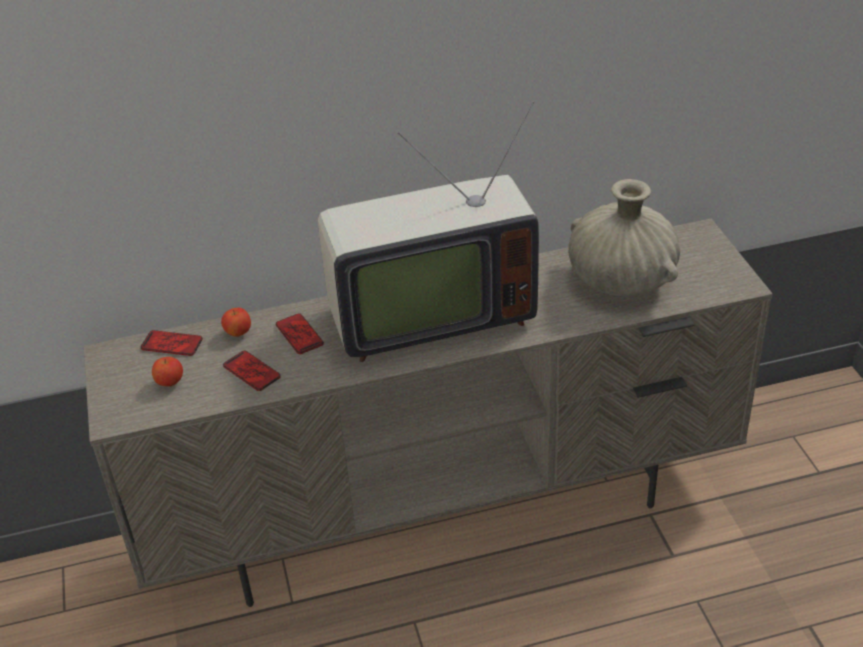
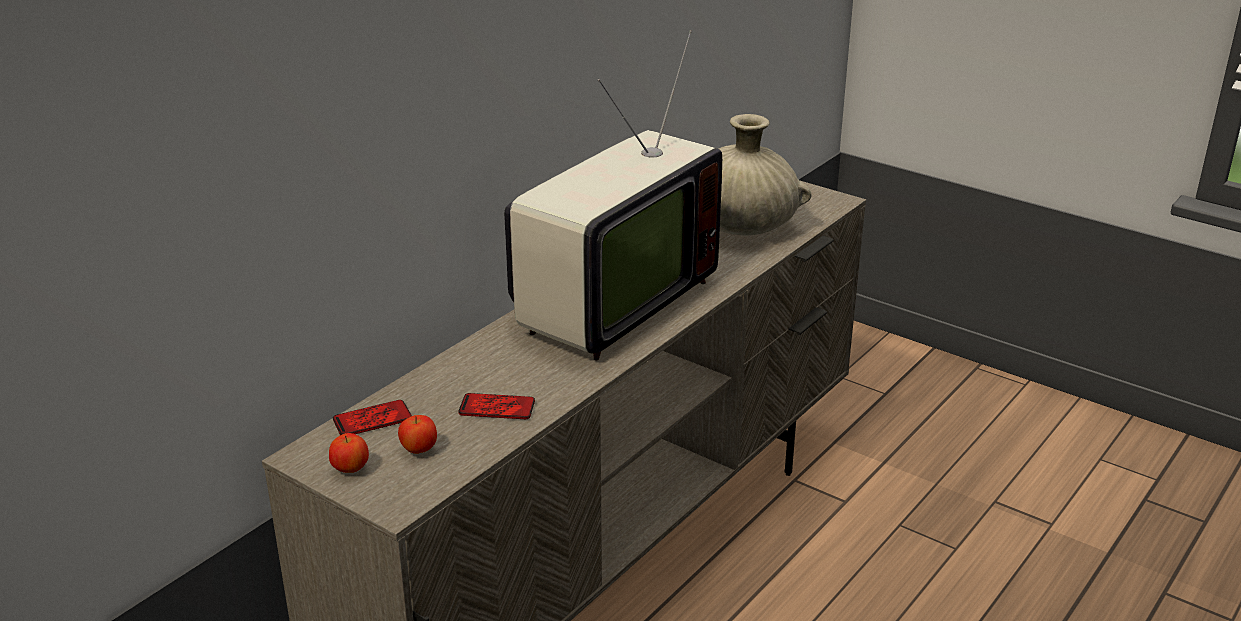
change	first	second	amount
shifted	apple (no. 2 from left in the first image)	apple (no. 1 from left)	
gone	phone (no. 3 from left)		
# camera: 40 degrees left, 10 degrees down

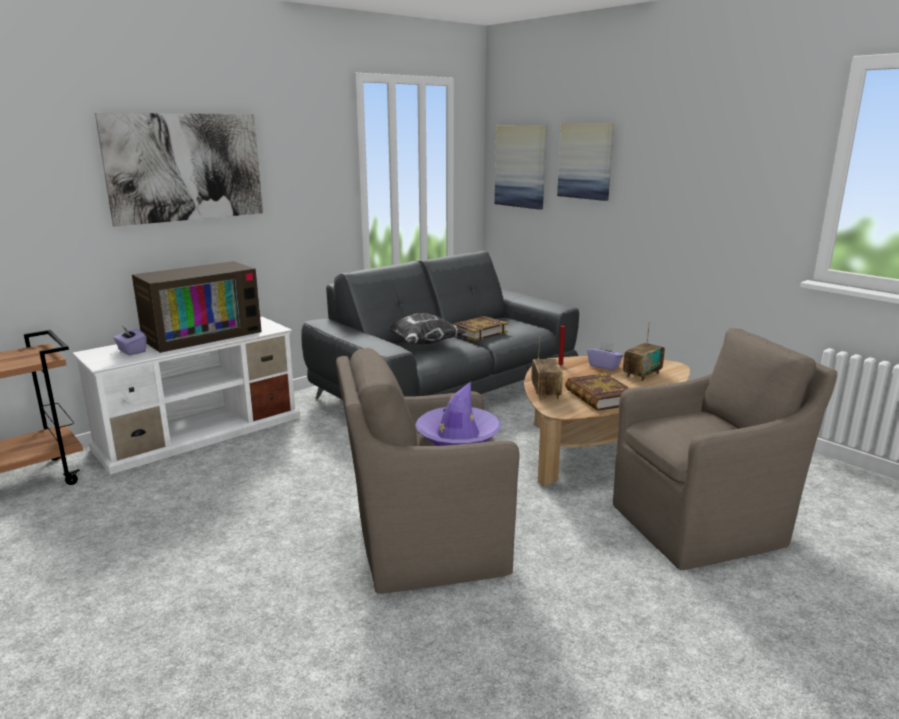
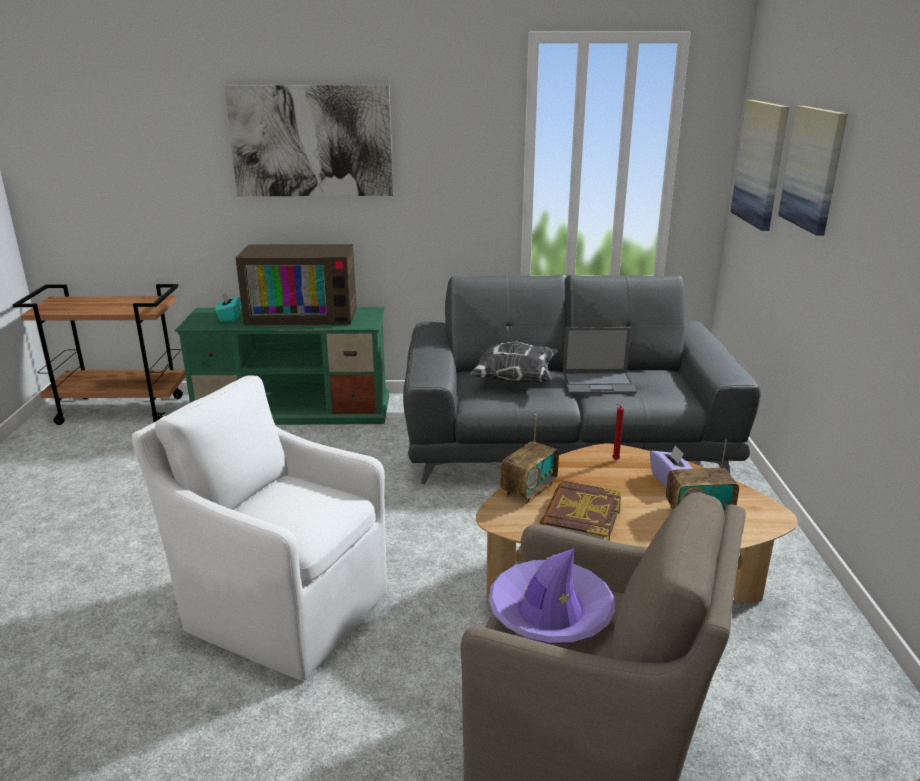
change	first	second	amount
repainted	white tv stand	green tv stand	
repainted	purple tissue box (no. 1 from left)	turquoise tissue box	
repainted	brown armchair (no. 1 from left)	white armchair	
shifted	purple hat		
swapped	book (no. 1 from left)	laptop	
# camera: 40 degrees right, 5 degrees up

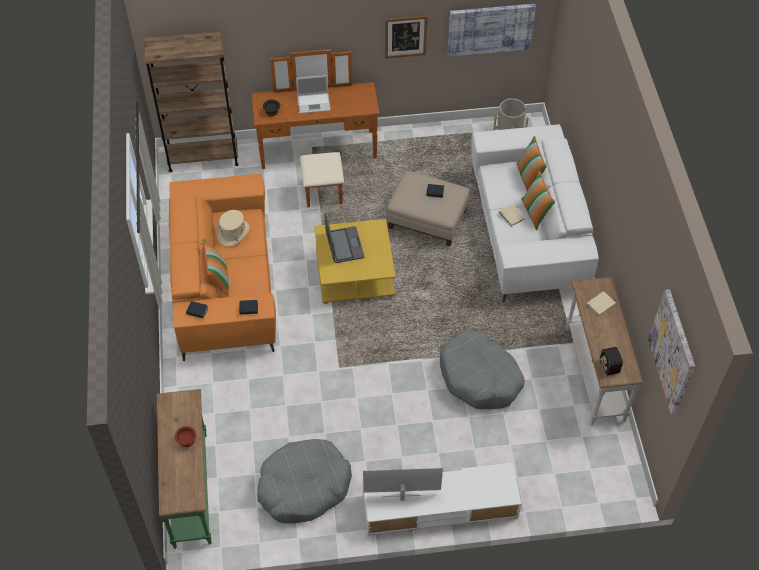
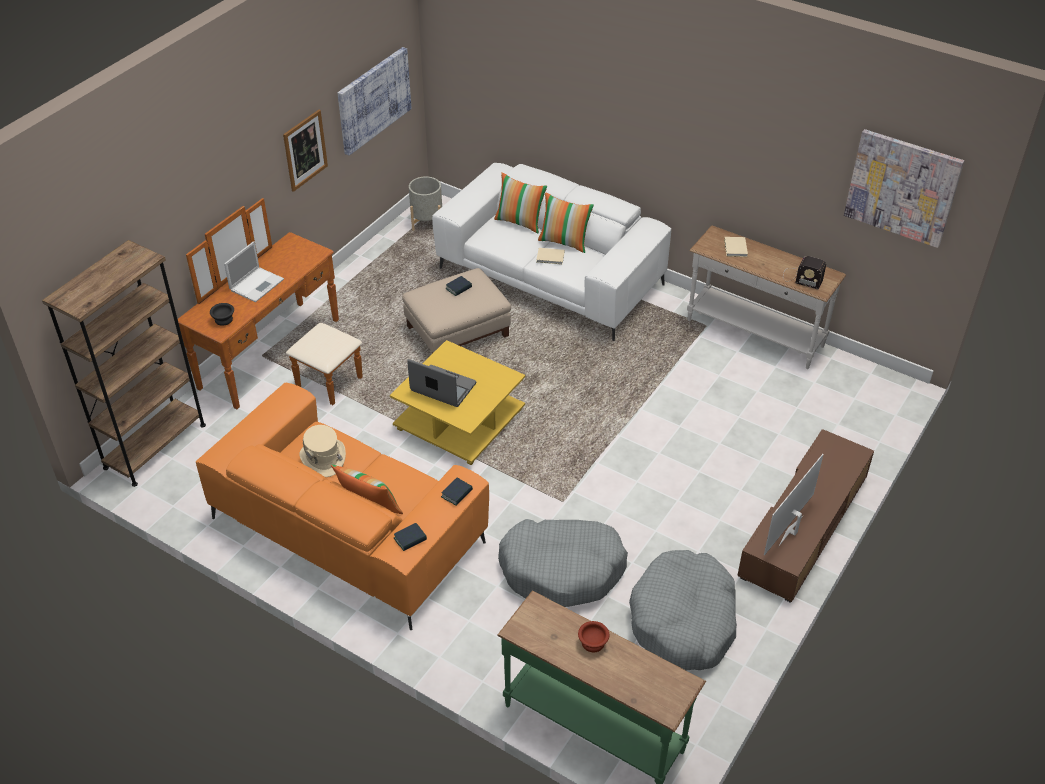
change	first	second	amount
repainted	white tv stand	brown tv stand	
shifted	grey dog bed (no. 2 from left in the first image)	grey dog bed (no. 1 from left)	
# camera: 50 degrees left, 10 degrees down

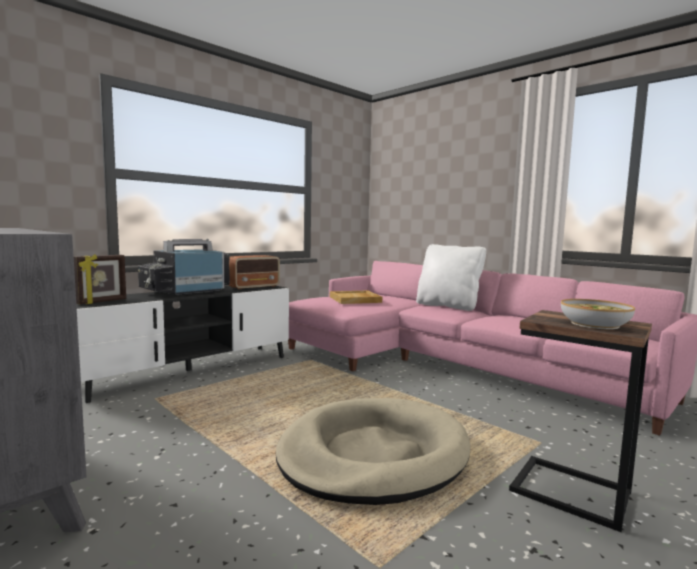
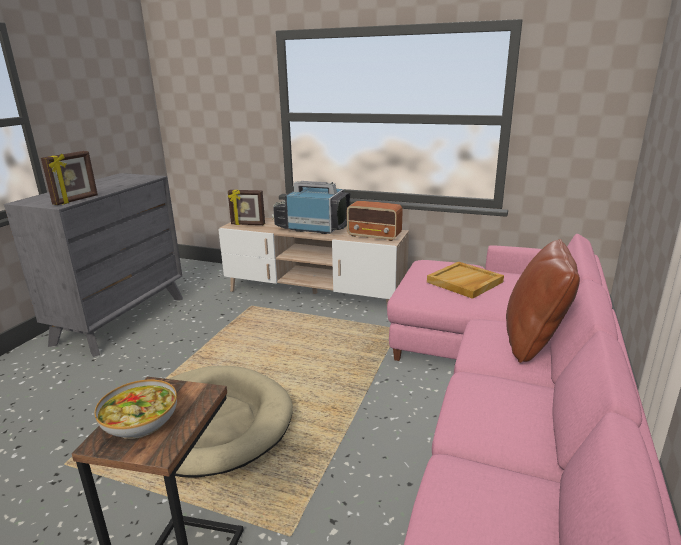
change	first	second	amount
repainted	black tv stand	beige tv stand	
repainted	white pillow	brown pillow	
new		picture frame (no. 1 from left)	
# camera: 65 degrees right, 15 degrees up

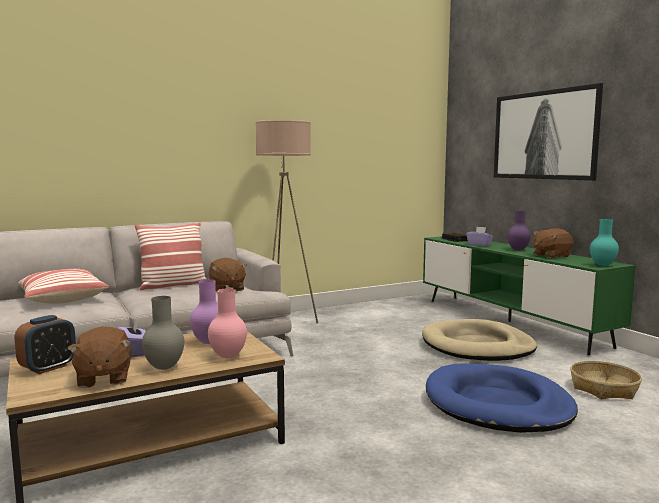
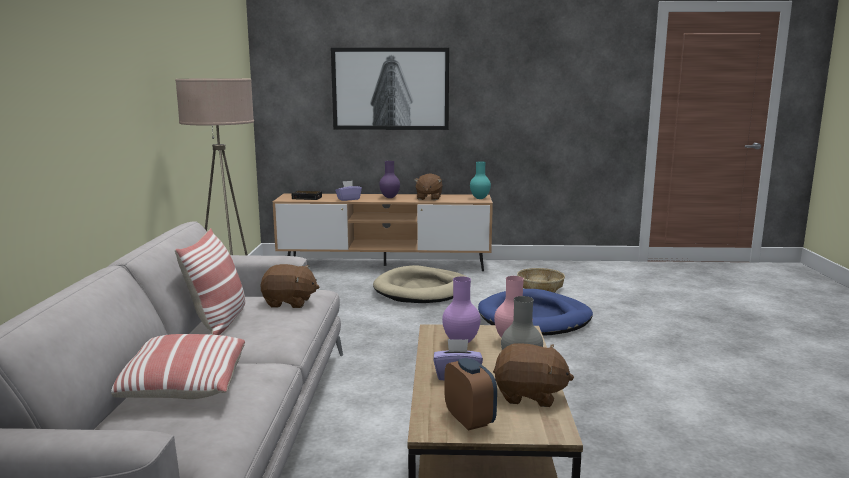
change	first	second	amount
repainted	green tv stand	brown tv stand	
# camera: 60 degrees left, 5 degrees up

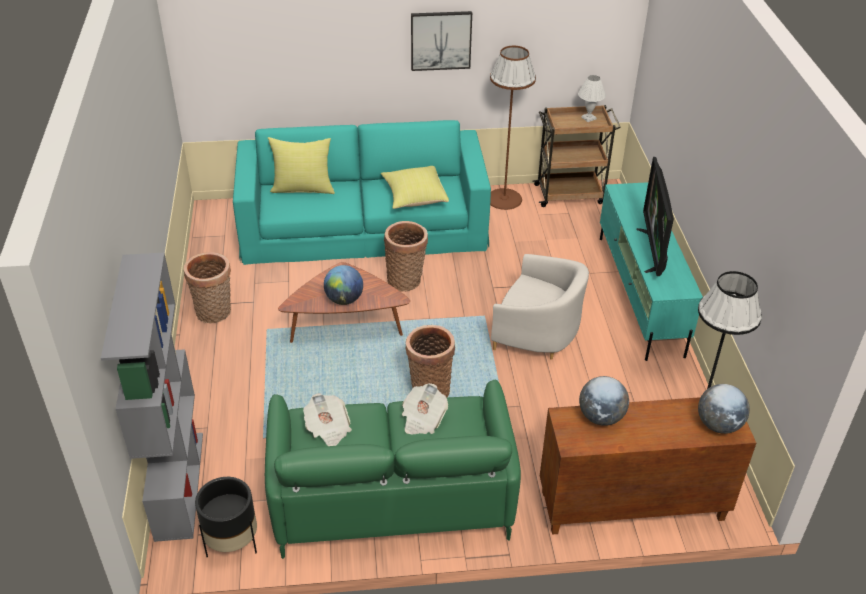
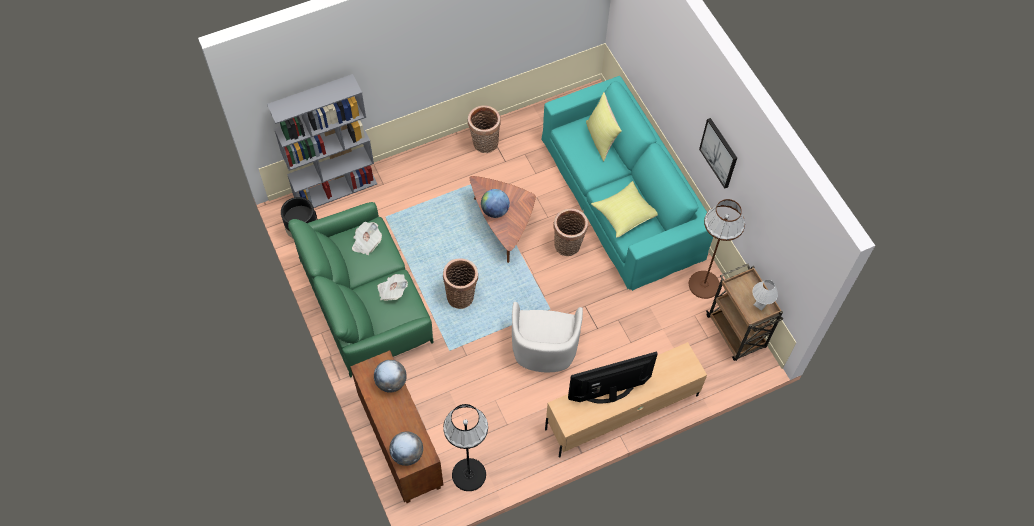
change	first	second	amount
repainted	turquoise tv stand	beige tv stand	
# camera: 70 degrees right, 20 degrees up

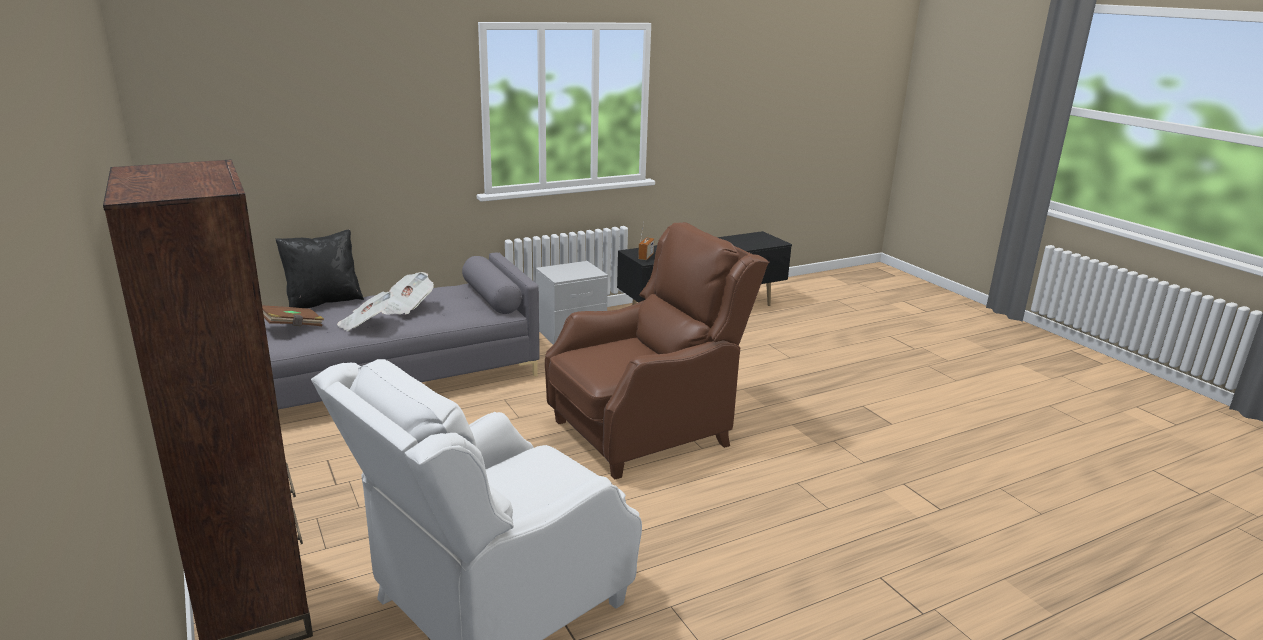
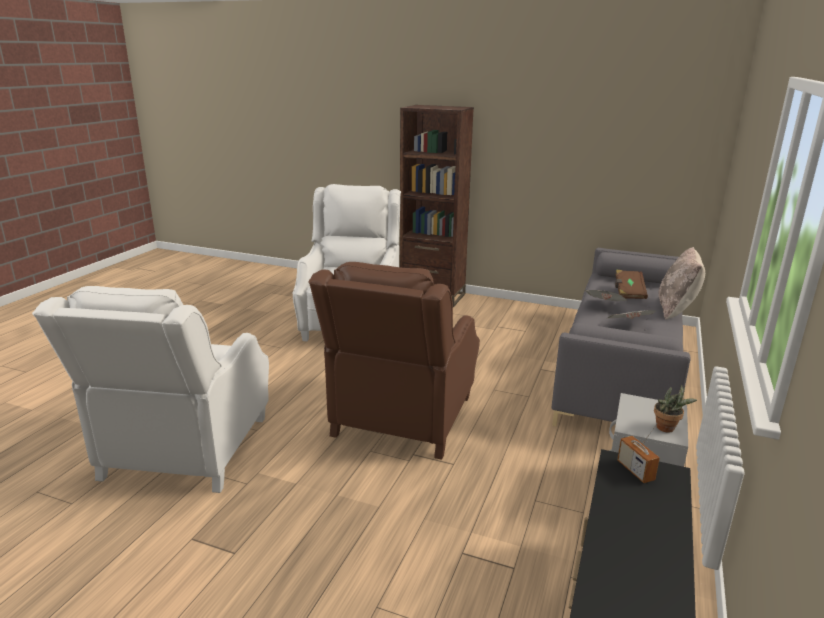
change	first	second	amount
repainted	black pillow	beige pillow	
new		white armchair (no. 1 from left)	
new		potted plant	
# camera: 140 degrees right, 0 degrees up

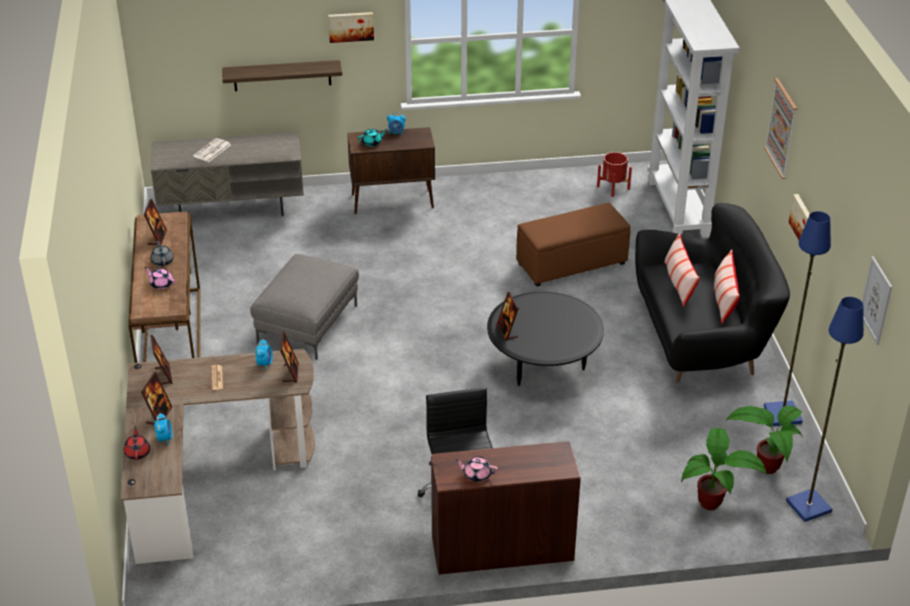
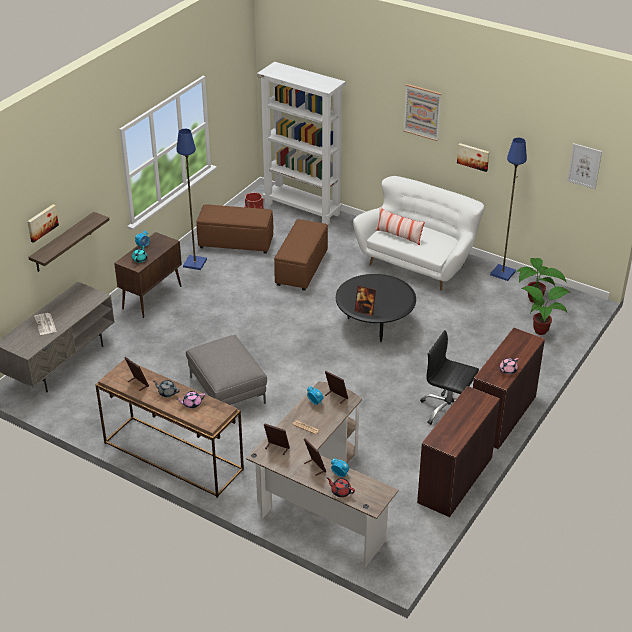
change	first	second	amount
shifted	picture (no. 1 from left)		
repainted	black sofa	white sofa	
gone	pillow (no. 2 from left)		
shifted	blue floor lamp (no. 2 from left in the first image)	blue floor lamp (no. 1 from left)	
new		brown ottoman (no. 1 from left)	
new		brown desk (no. 2 from left)	
# camera: 50 degrees left, 0 degrees up

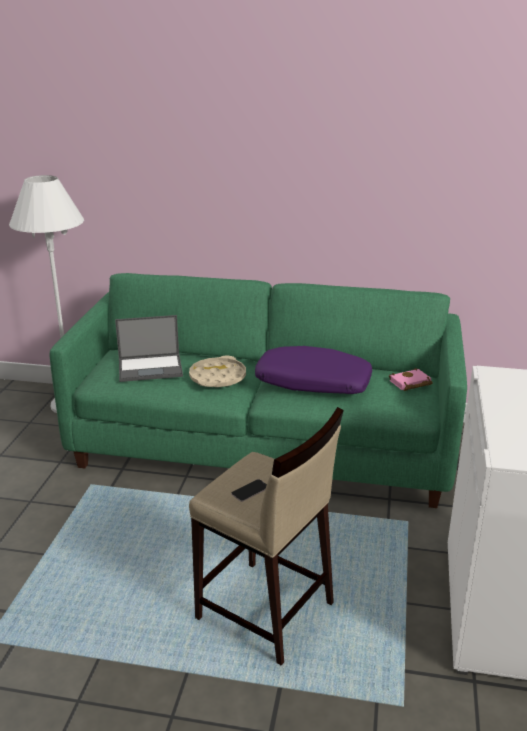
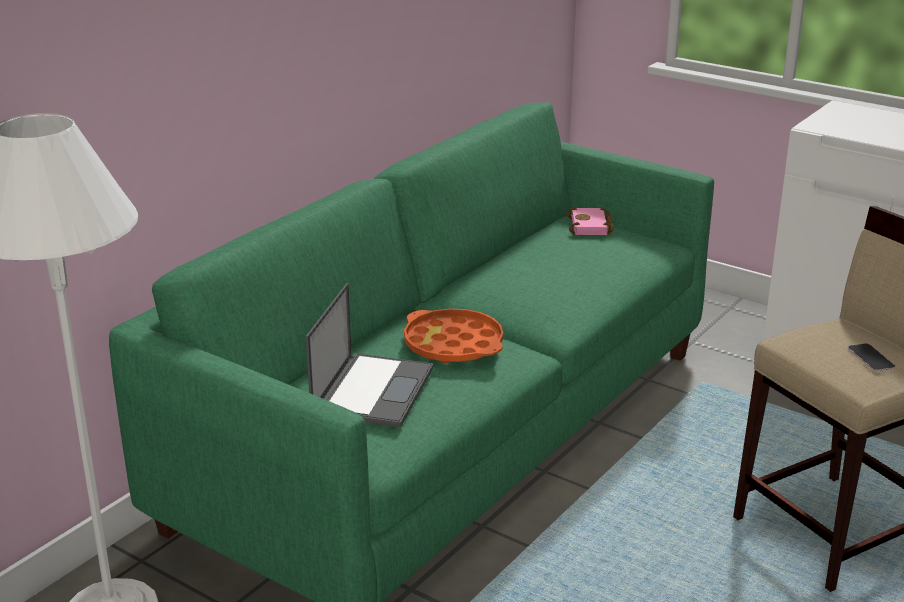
change	first	second	amount
repainted	beige tray	orange tray	
gone	purple pillow		
# camera: 65 degrees left, 0 degrees up

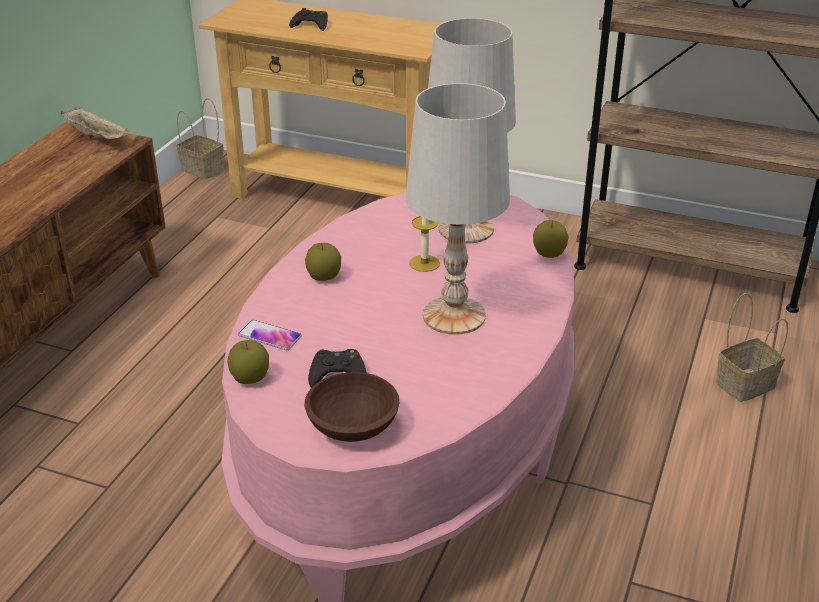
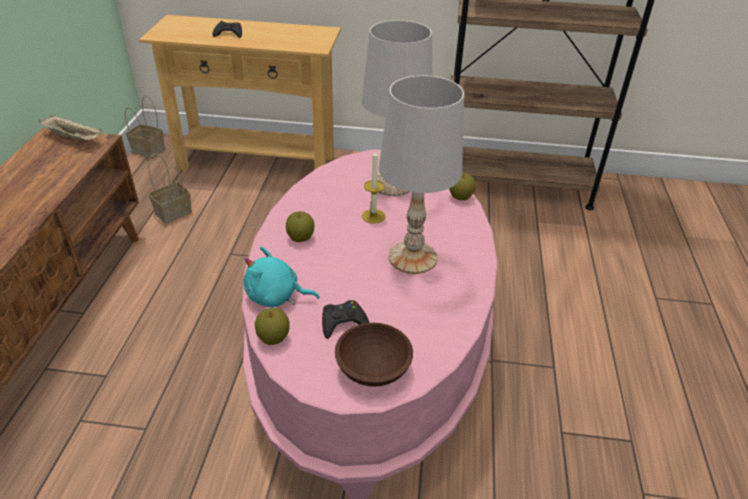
change	first	second	amount
swapped	phone	turquoise plush toy	
shifted	basket (no. 2 from left)		
# camera: 15 degrees left, 5 degrees up

